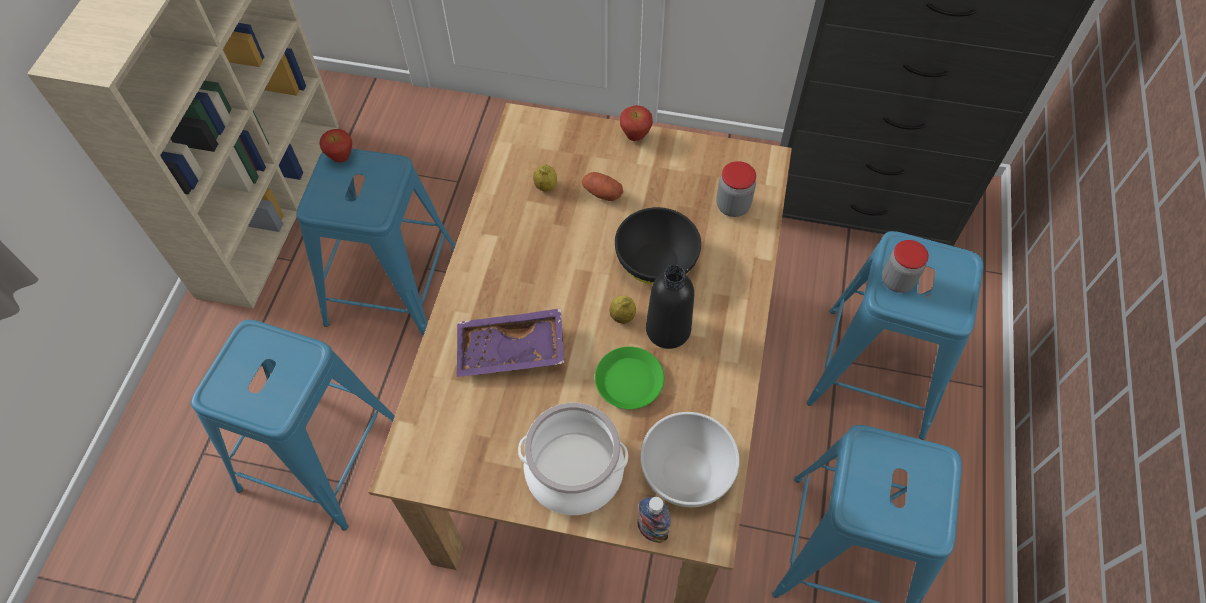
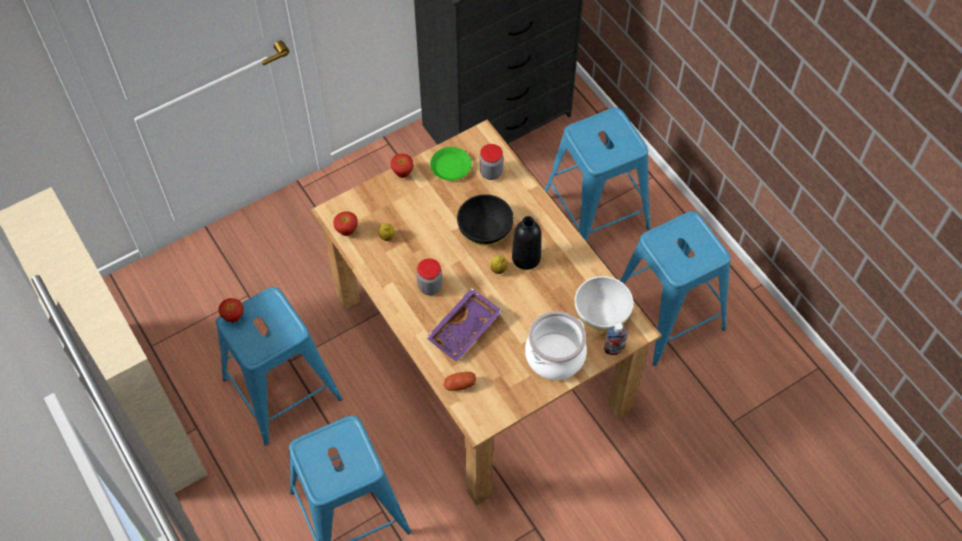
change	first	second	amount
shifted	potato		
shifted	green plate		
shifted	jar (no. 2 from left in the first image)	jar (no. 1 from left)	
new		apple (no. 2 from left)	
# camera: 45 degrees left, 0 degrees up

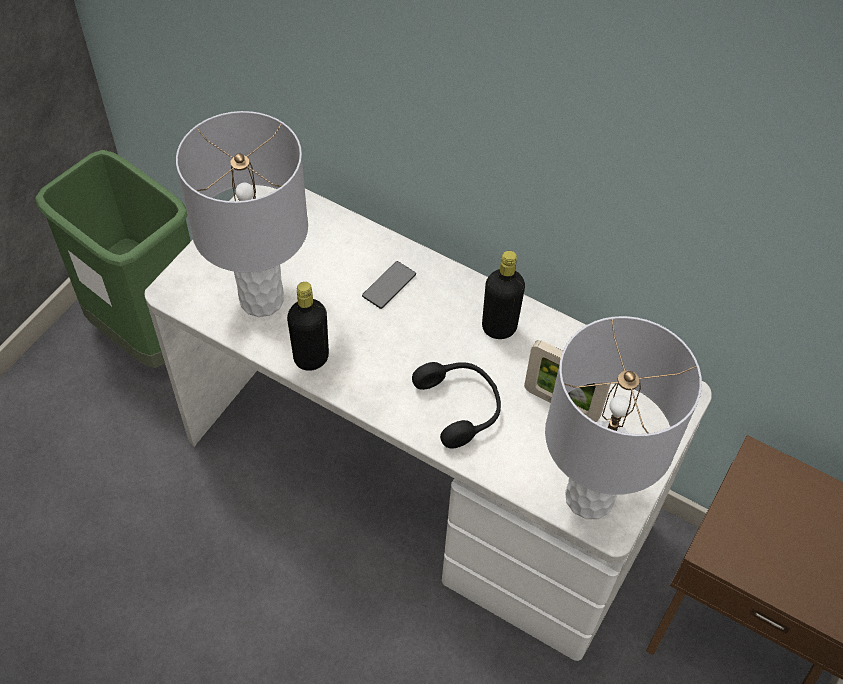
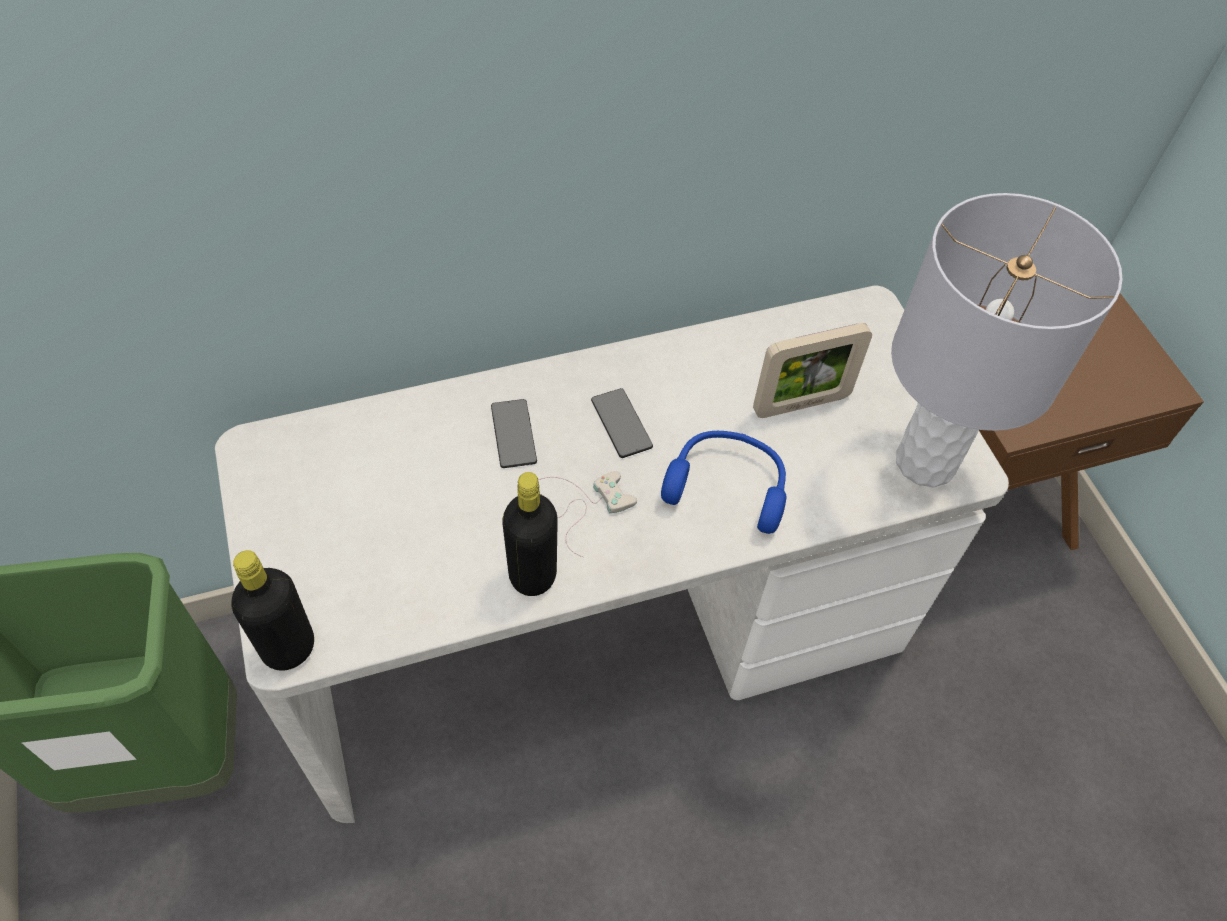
change	first	second	amount
gone	grey table lamp (no. 1 from left)		
repainted	black headphones	blue headphones	
shifted	black bottle (no. 2 from left in the first image)	black bottle (no. 1 from left)	
new		white game controller	
new		phone (no. 2 from left)	
# camera: 50 degrees left, 0 degrees up

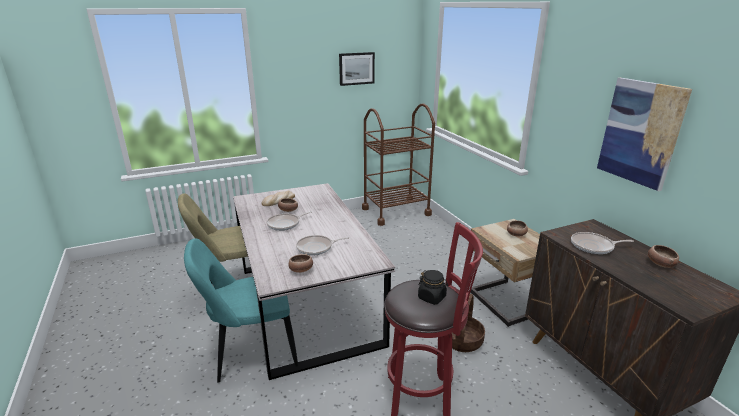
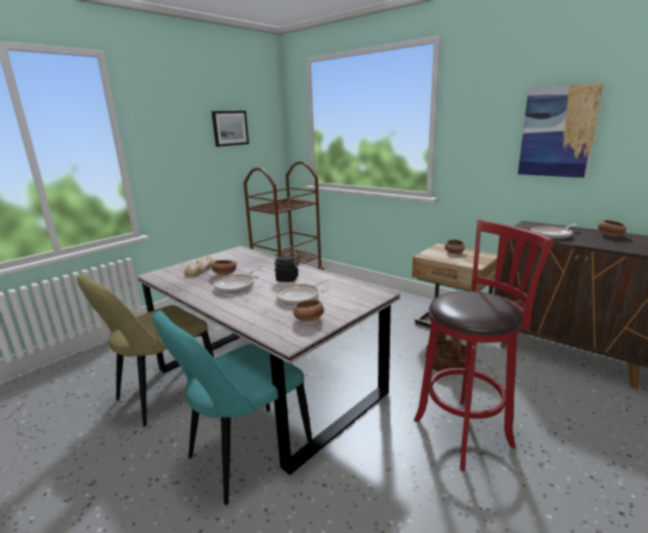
change	first	second	amount
shifted	black jar		
# camera: 25 degrees left, 5 degrees down

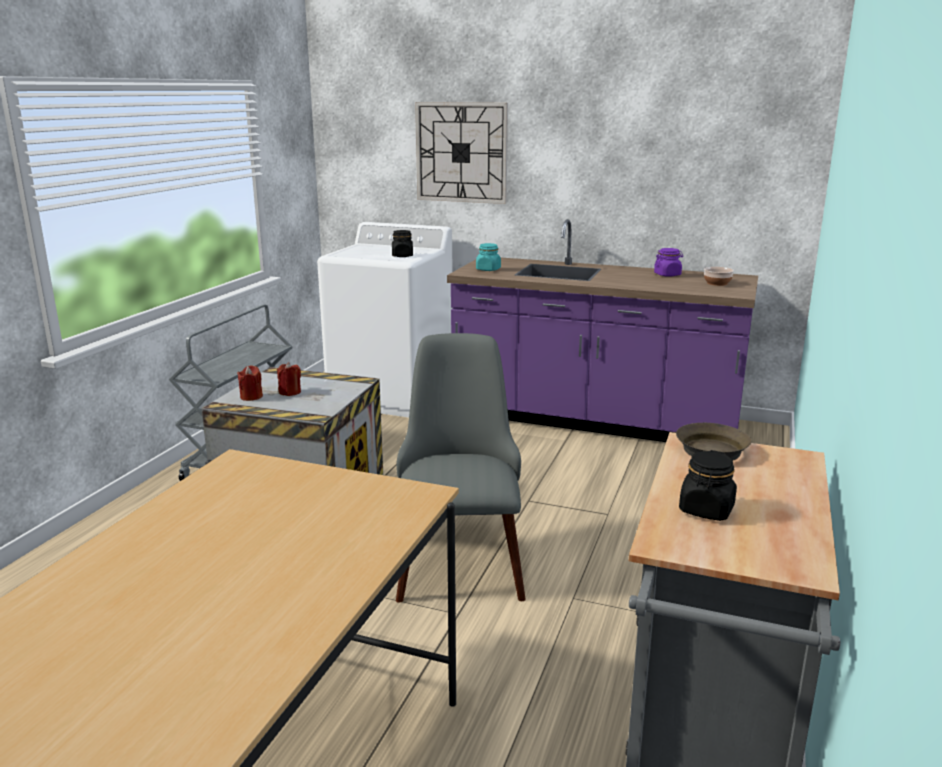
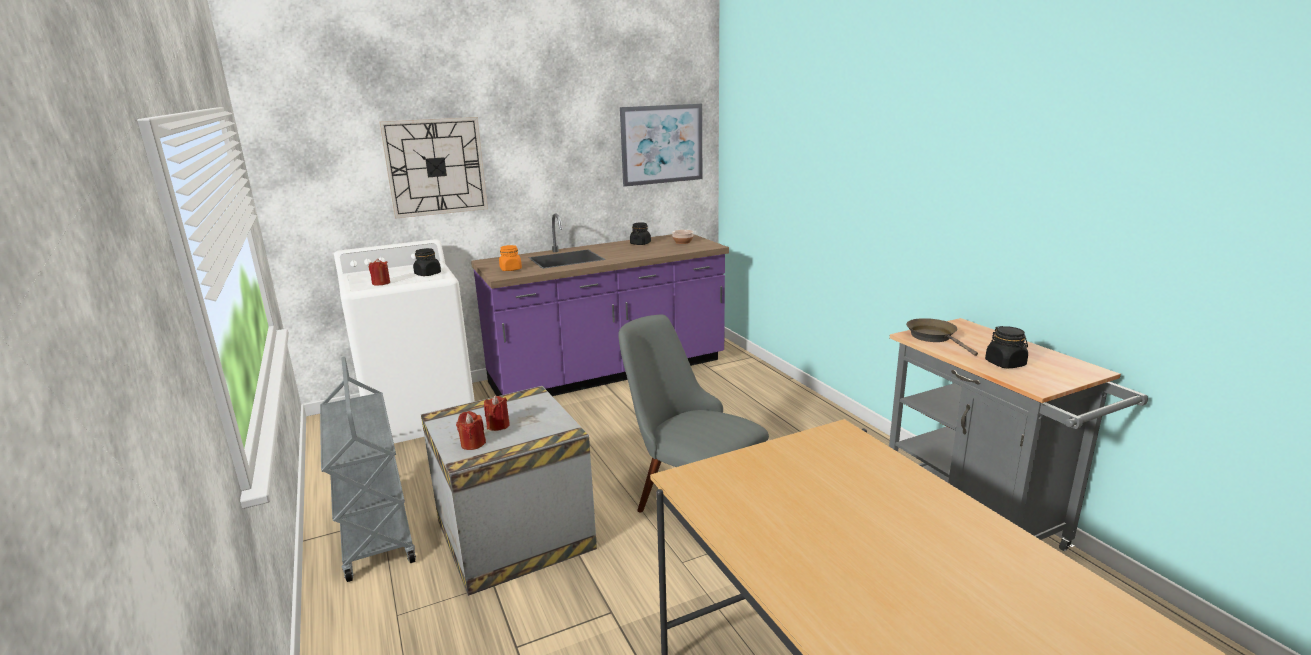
change	first	second	amount
repainted	turquoise jar	orange jar	
repainted	purple jar	black jar (no. 2 from left)	
new		red candle (no. 1 from left)	
new		picture	
# camera: 45 degrees left, 0 degrees up

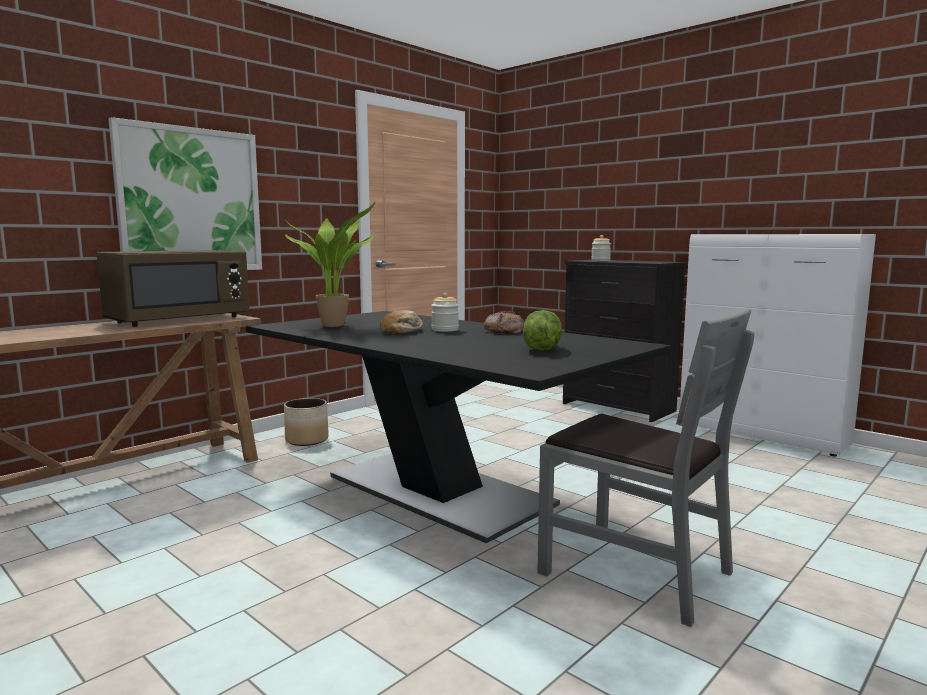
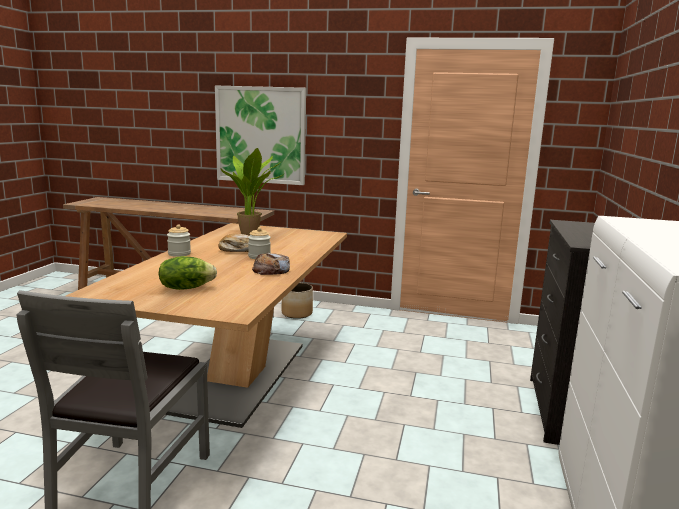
change	first	second	amount
gone	brown microwave		
repainted	black dining table	beige dining table	
shifted	jar (no. 2 from left in the first image)	jar (no. 1 from left)	
# camera: 60 degrees right, 5 degrees up

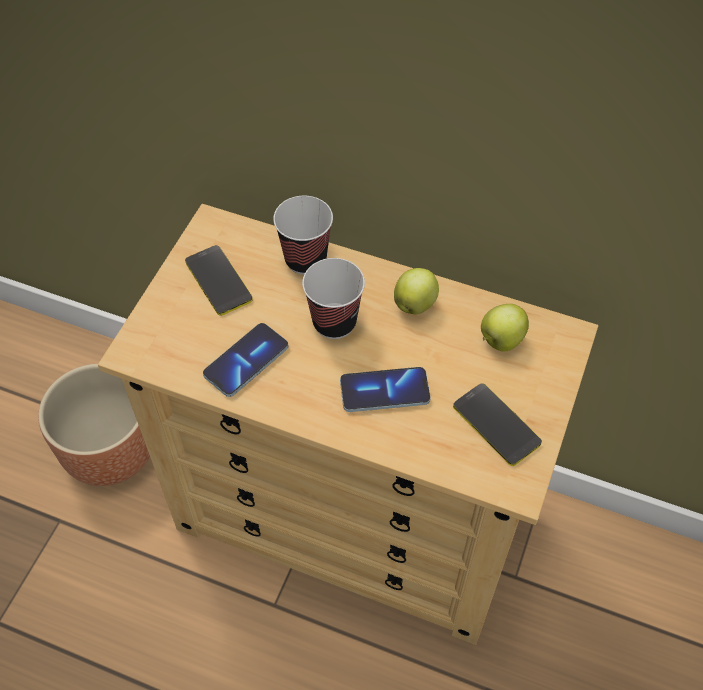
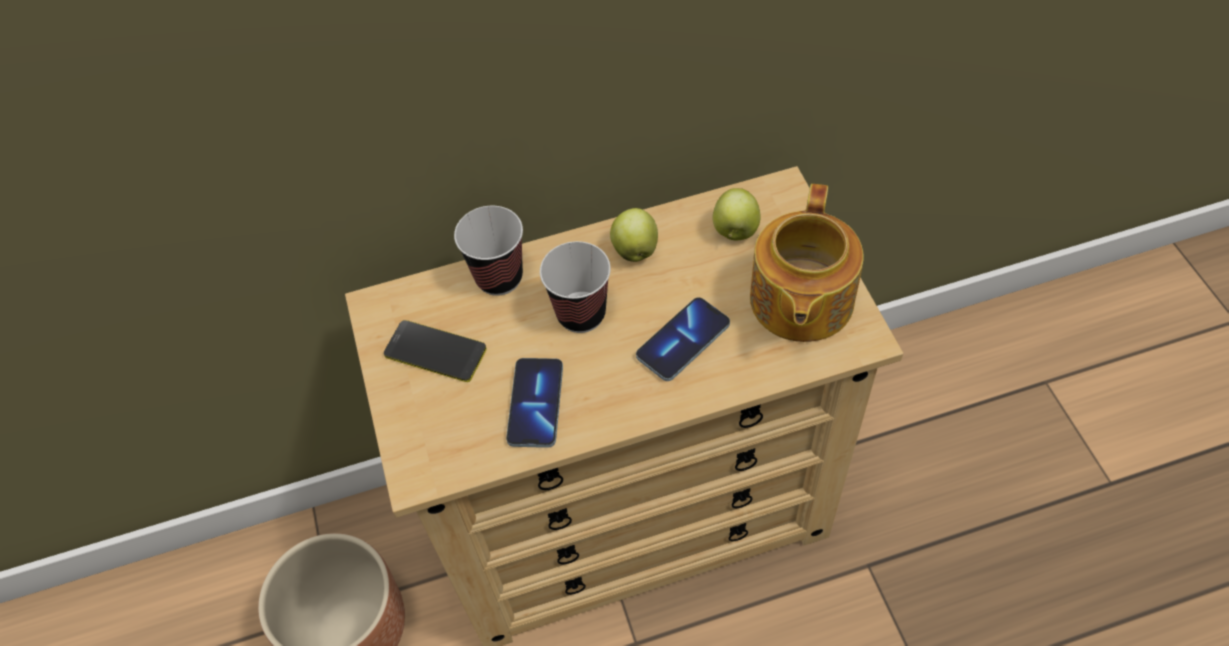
change	first	second	amount
swapped	phone (no. 4 from left)	teapot	
# camera: 35 degrees left, 0 degrees up

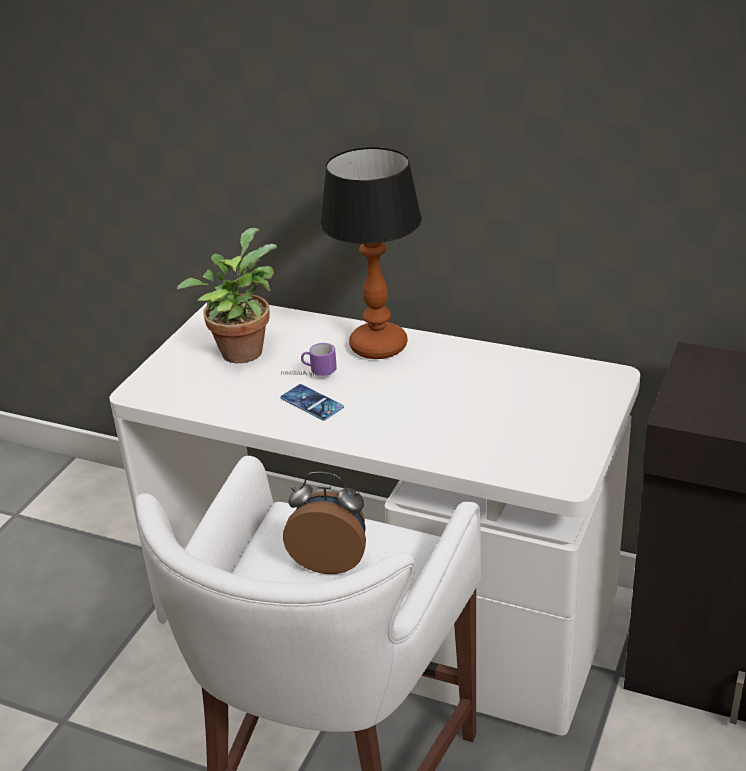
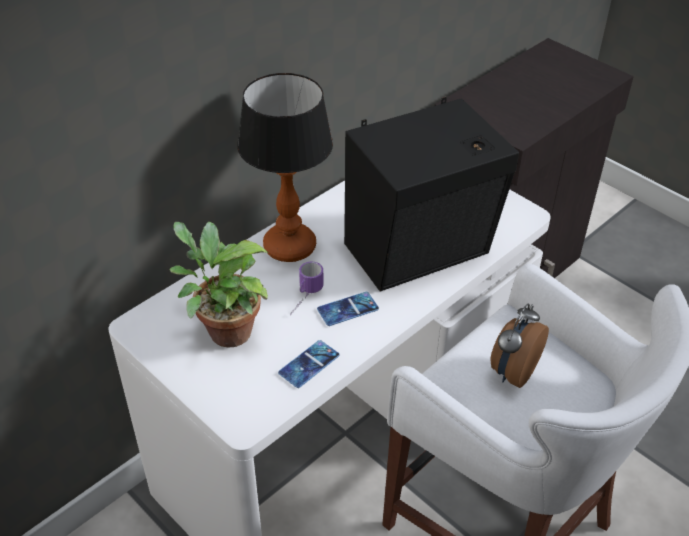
change	first	second	amount
new		phone (no. 1 from left)	
new		black speaker	
# camera: 70 degrees left, 10 degrees up

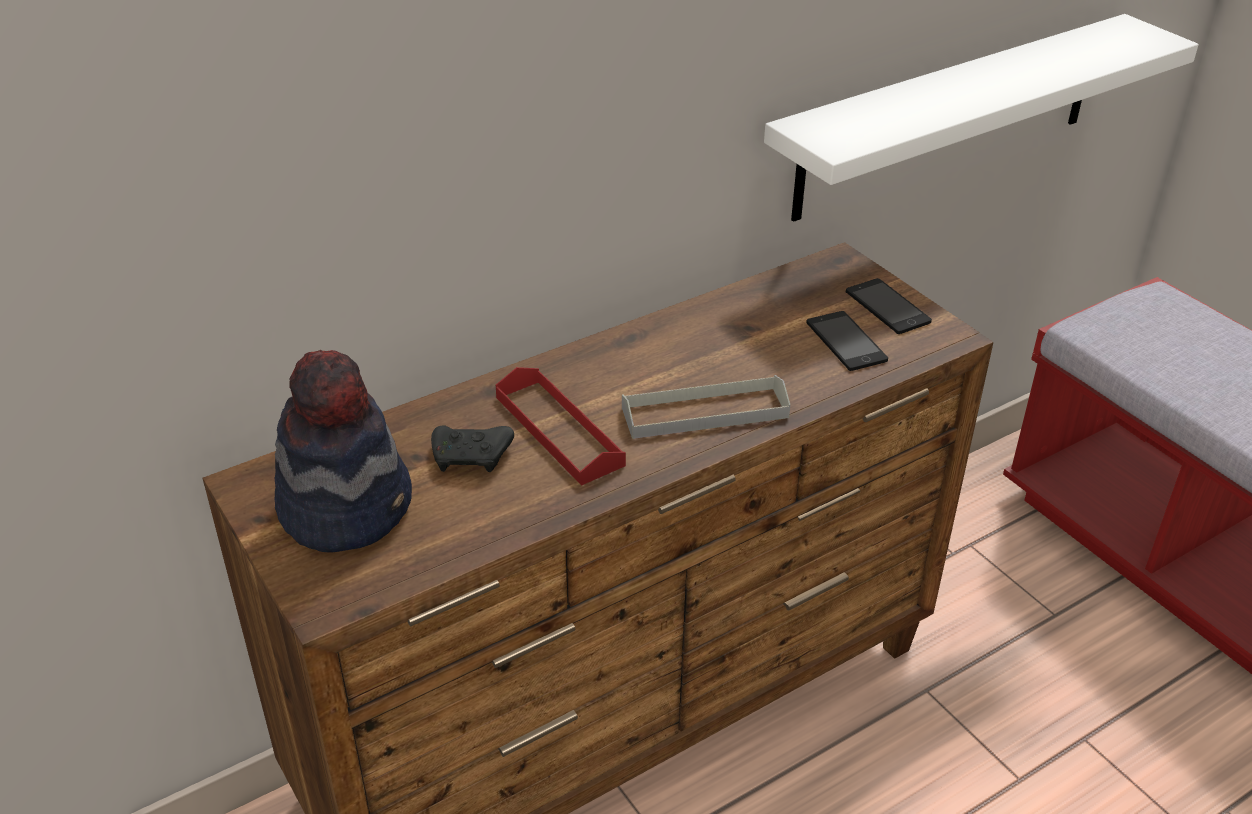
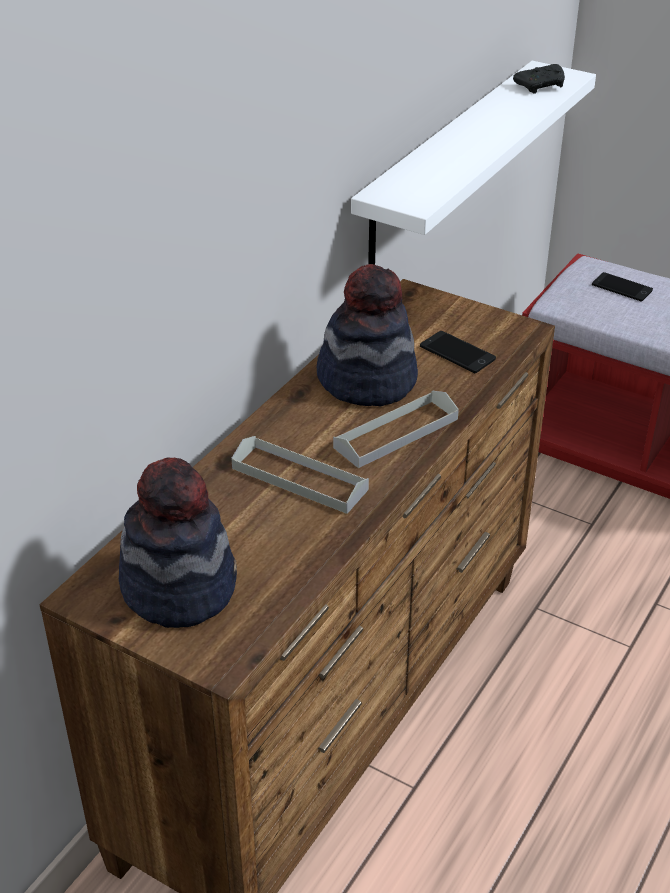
change	first	second	amount
shifted	black game controller		
repainted	red tray	grey tray (no. 1 from left)	
shifted	phone (no. 2 from left)		
new		hat (no. 2 from left)	
# camera: 25 degrees left, 0 degrees up

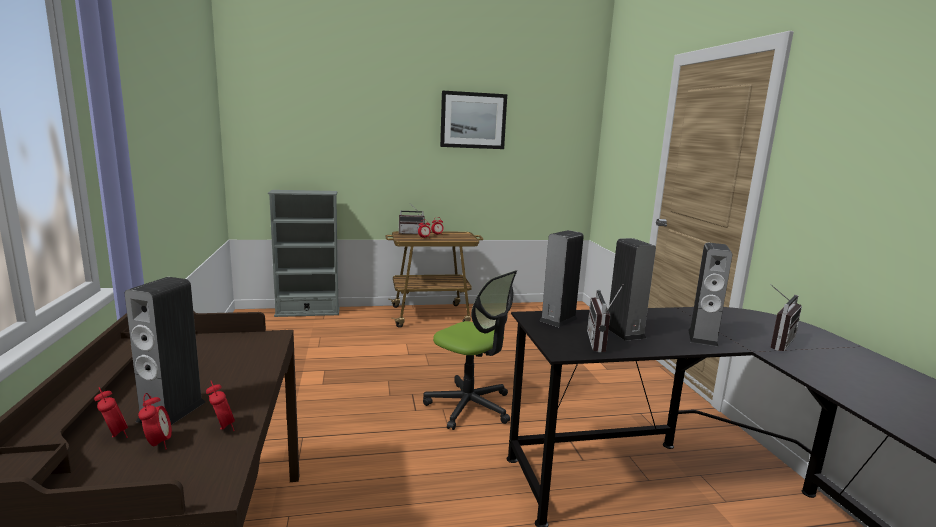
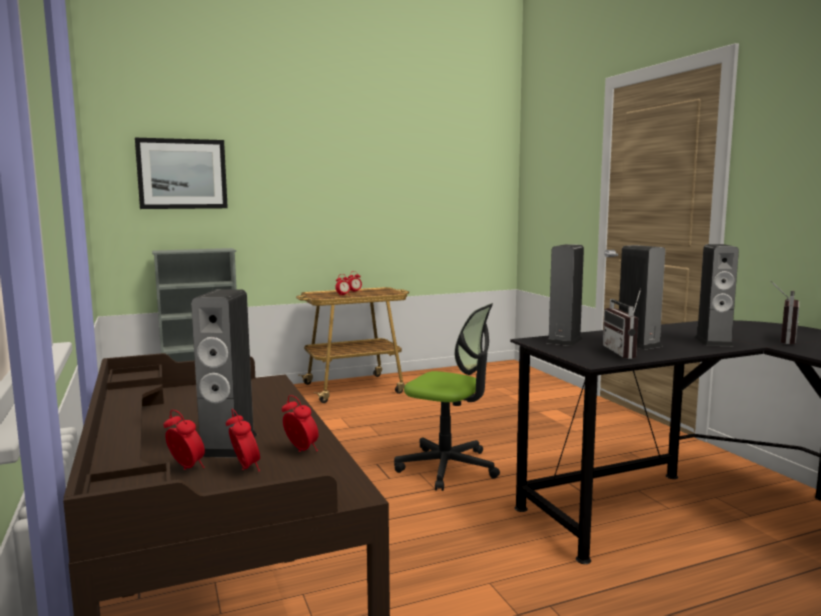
change	first	second	amount
gone	radio (no. 1 from left)		
shifted	picture		
# camera: 10 degrees left, 5 degrees down

